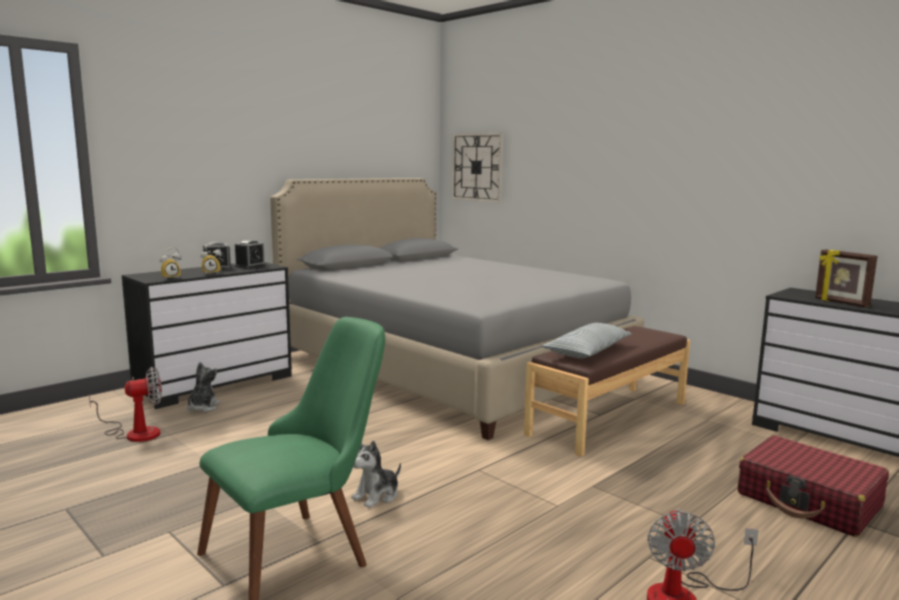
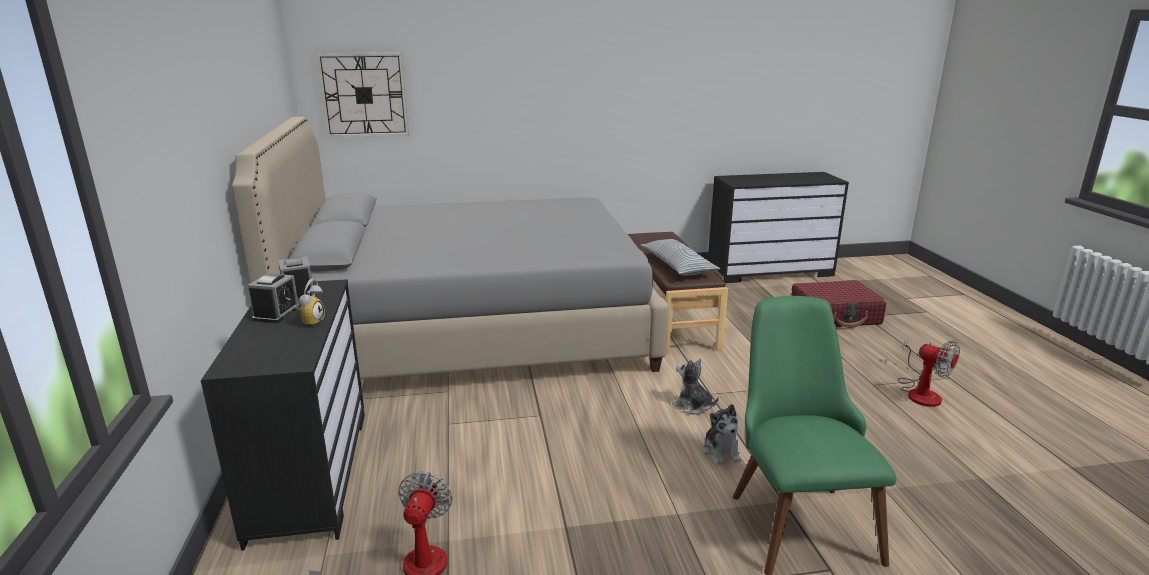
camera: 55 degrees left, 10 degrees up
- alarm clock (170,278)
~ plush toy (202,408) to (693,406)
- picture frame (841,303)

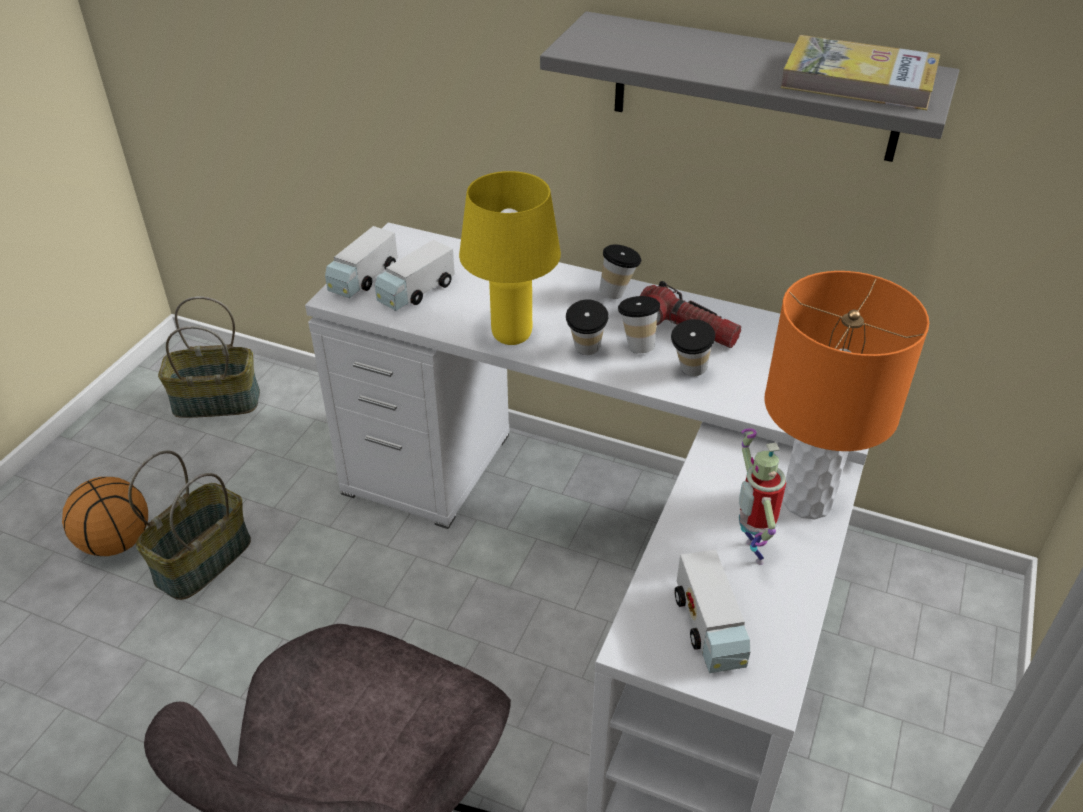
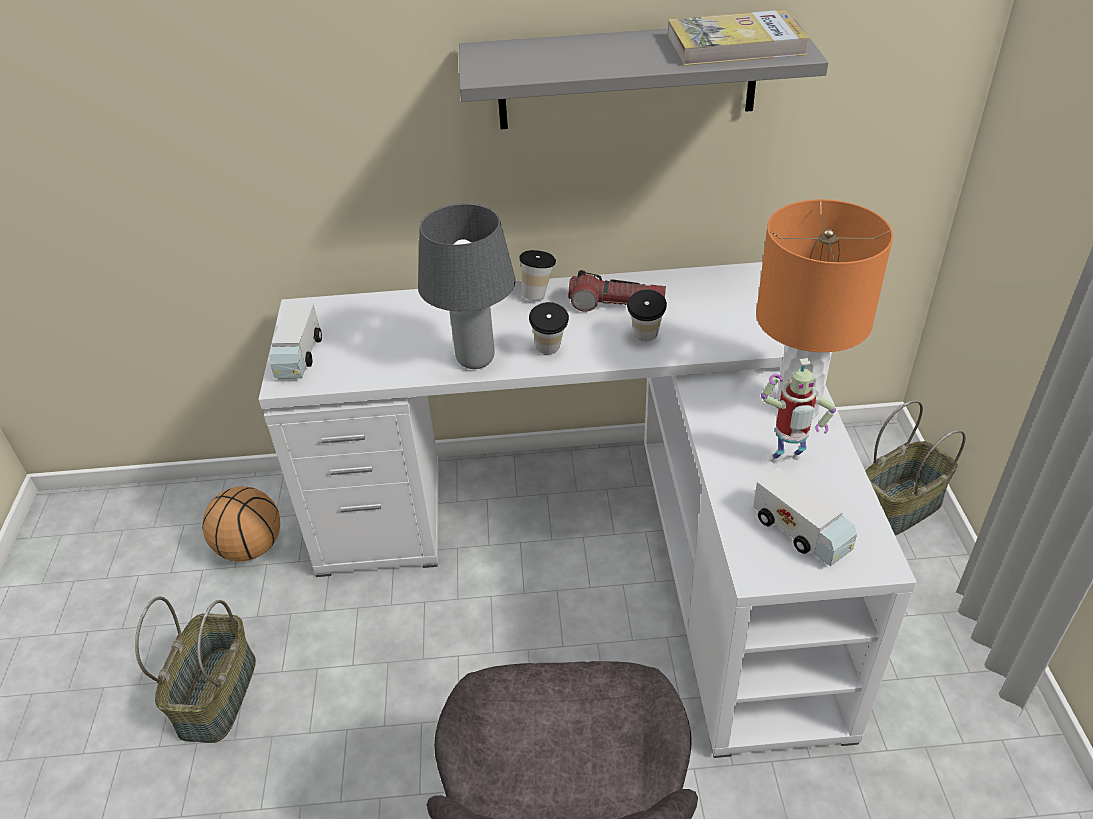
camera: 25 degrees left, 0 degrees up
~ basketball (117,541) to (250,547)
~ basket (215,403) to (899,509)
- toy truck (416,292)
~ yellow table lamp (510,335) to grey table lamp (474,360)
- cup (636,344)
~ toy robot (749,552) = (786,462) 60 degrees counterclockwise

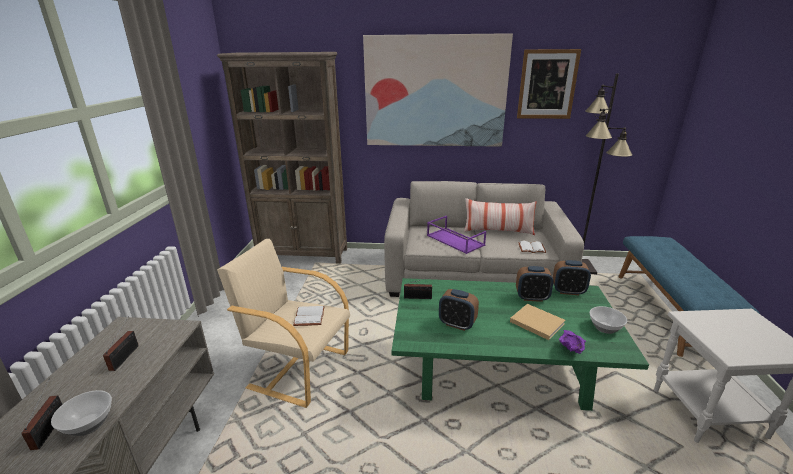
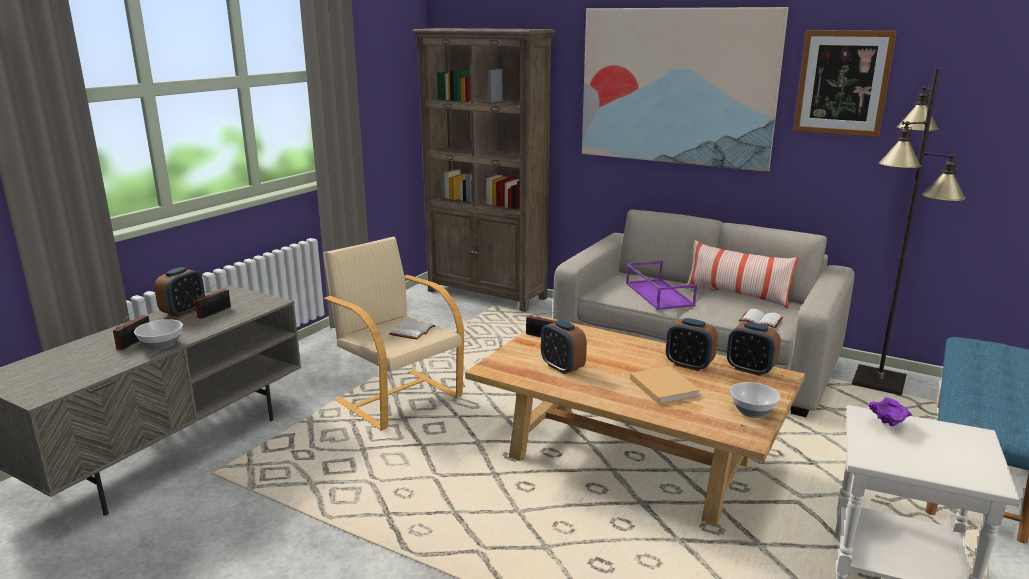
camera: 25 degrees right, 5 degrees down
~ green coffee table (499,372) to beige coffee table (629,459)
~ purple bowl (570,350) to (886,425)
+ alarm clock (184,312)

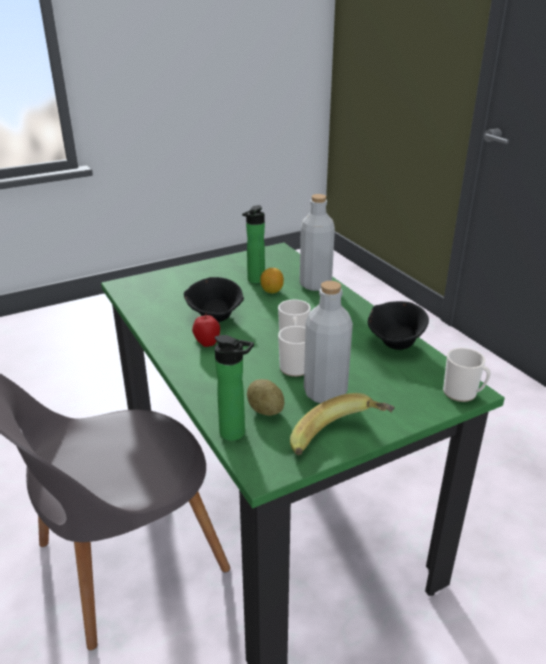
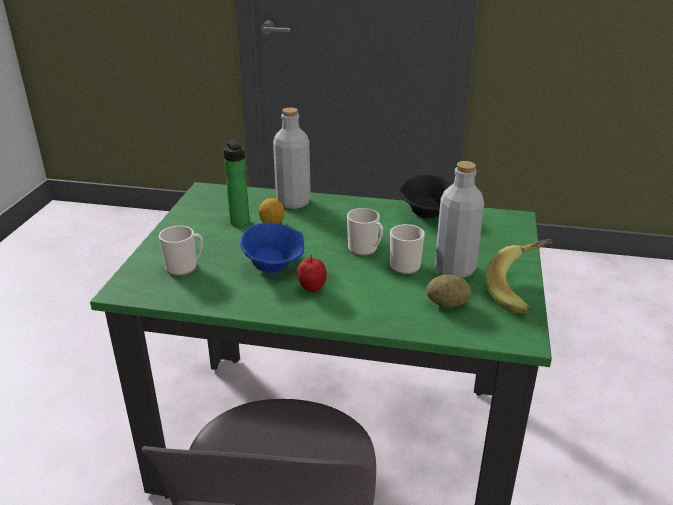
camera: 50 degrees left, 0 degrees up
~ black bowl (216,317) to blue bowl (274,267)
- bottle (236,434)
~ mug (463,394) to (185,267)

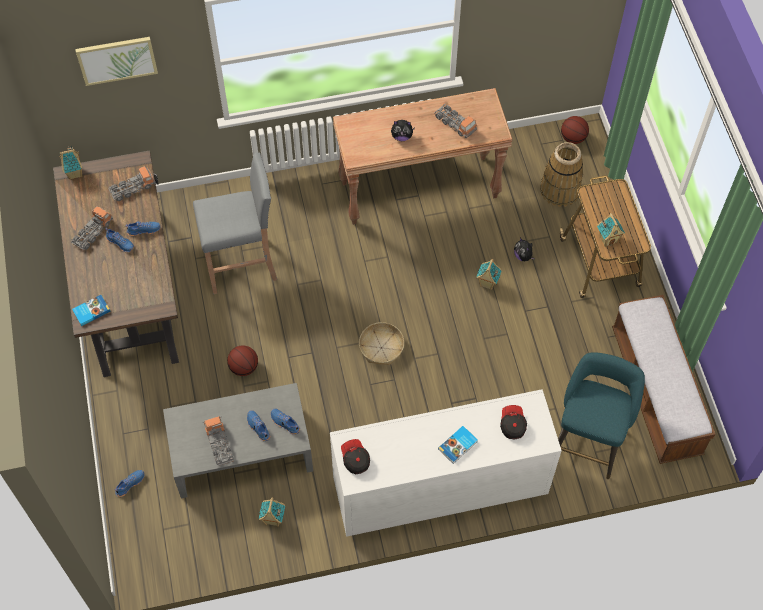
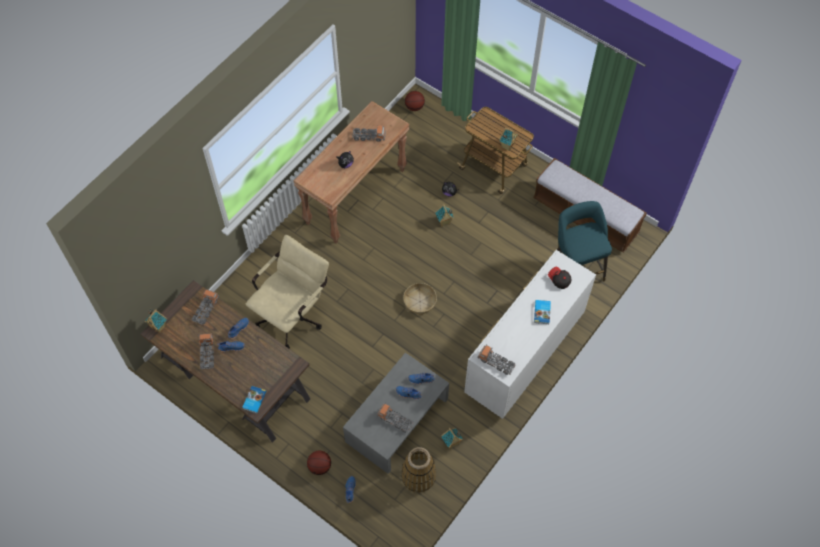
camera: 40 degrees left, 0 degrees up
- picture (117,60)
~ grey stool (242,265) to beige office chair (293,314)
~ basketball (244,367) to (319,466)
~ cap (355,459) to toy truck (496,362)
~ basket (560,190) to (418,475)

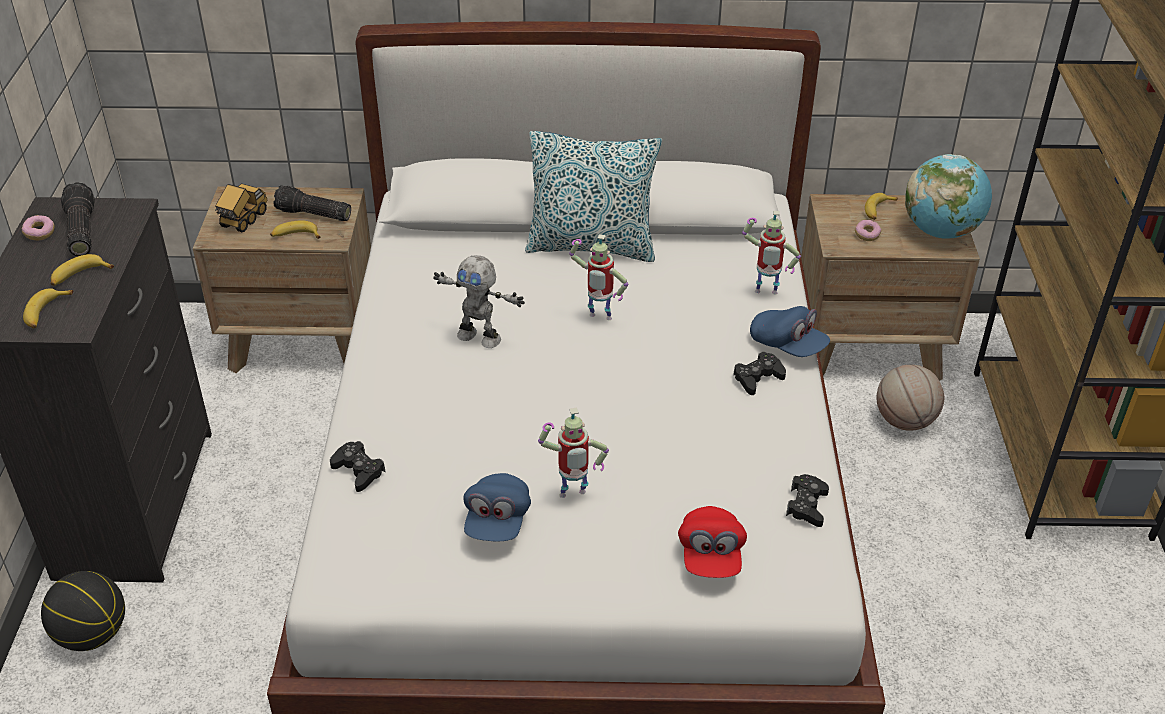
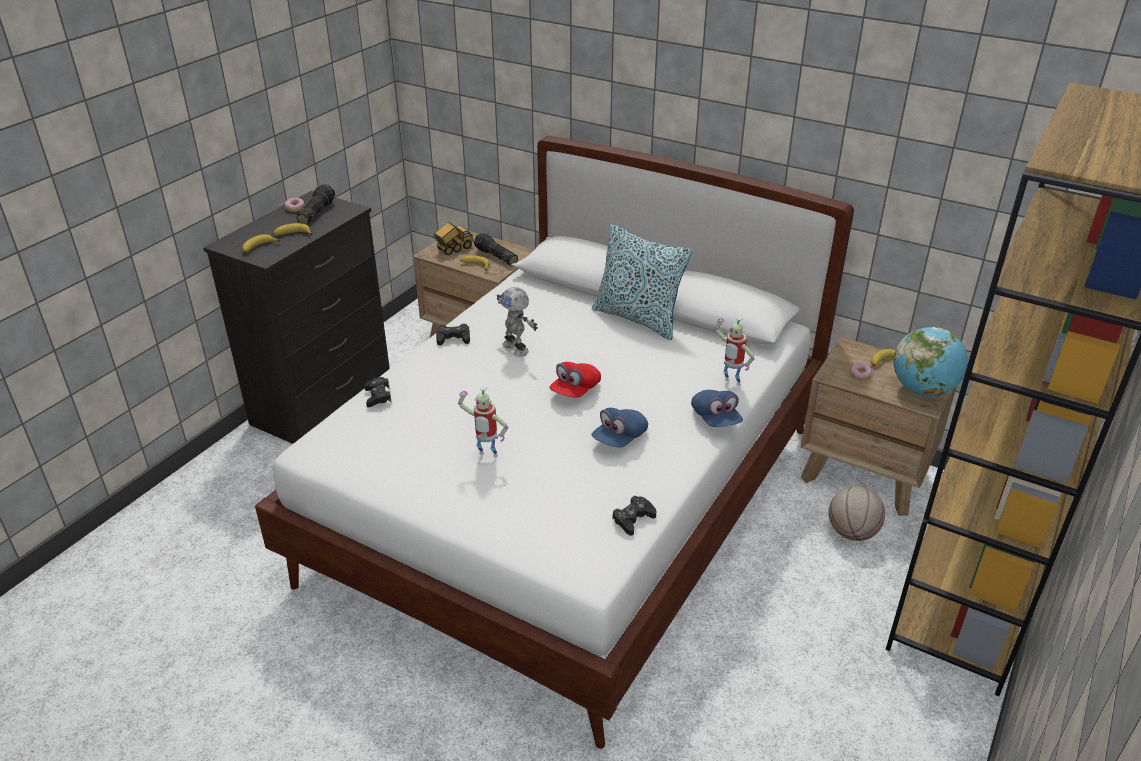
camera: 30 degrees right, 5 degrees down
- basketball (92,634)
~ blue cap (497,521) to (619,438)
- toy robot (599,318)
~ red cap (710,556) to (575,390)
~ black game controller (758,378) to (453,338)

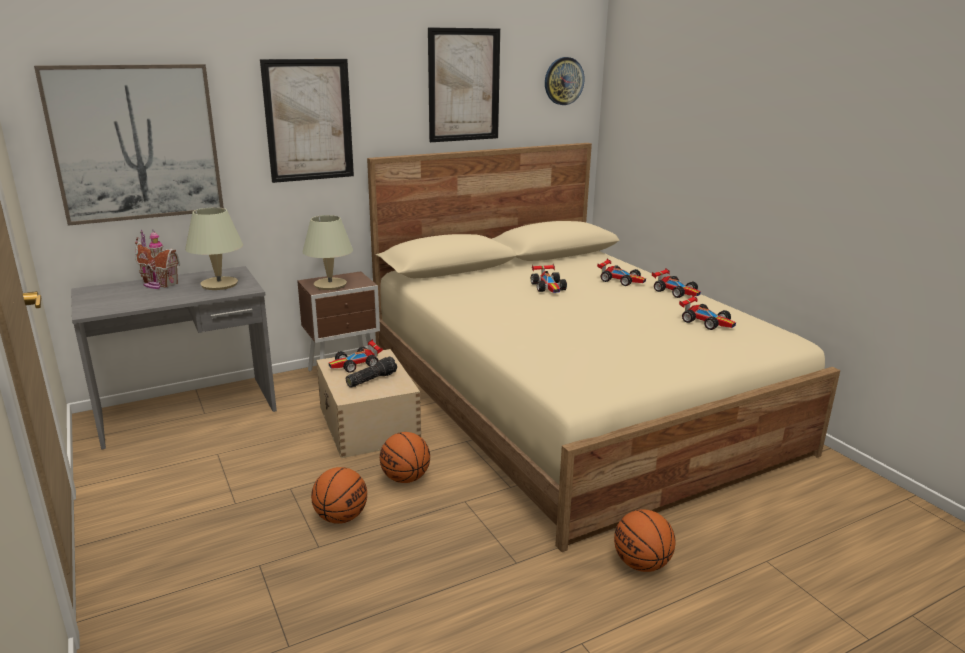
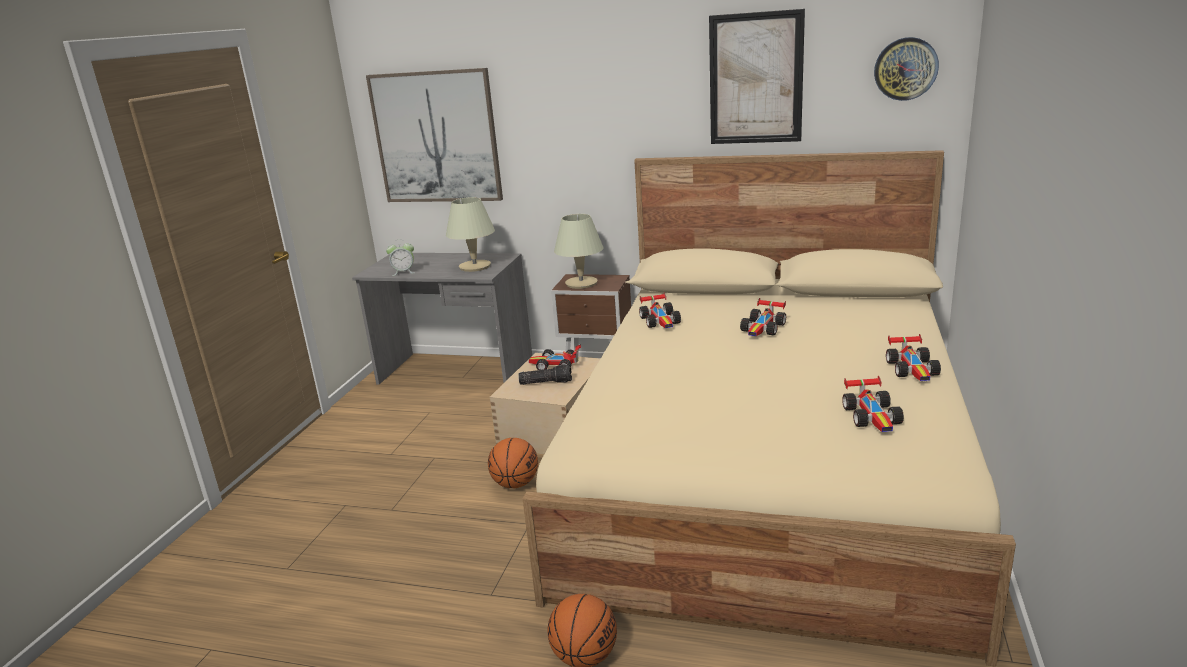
camera: 45 degrees right, 0 degrees up
- toy house (158,284)
- picture (309,120)
- basketball (341,517)
~ toy car (621,280) to (661,320)
+ alarm clock (404,272)

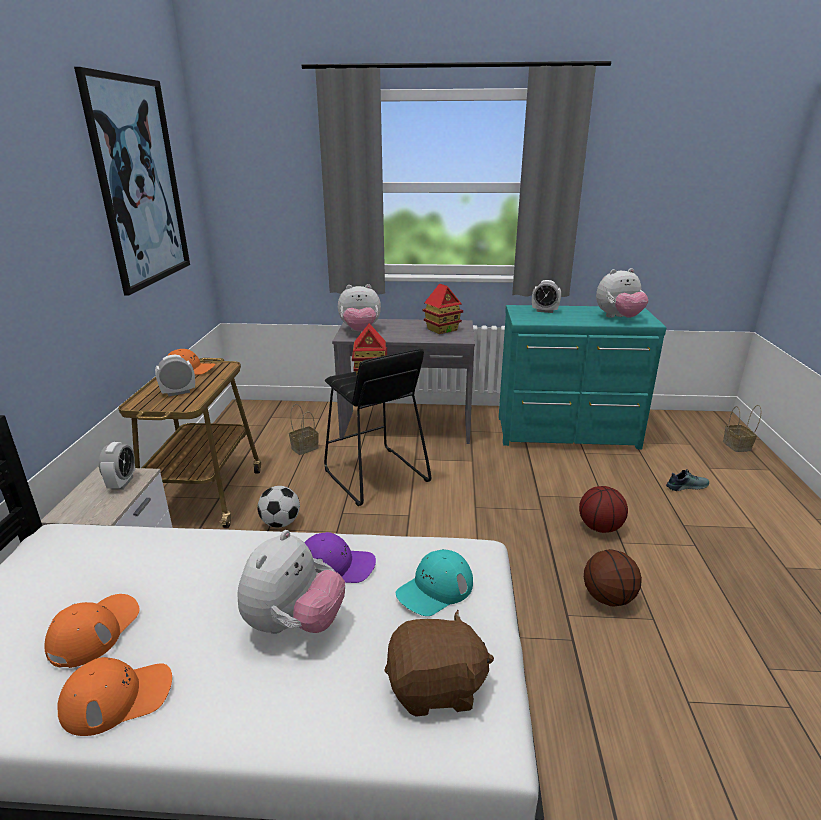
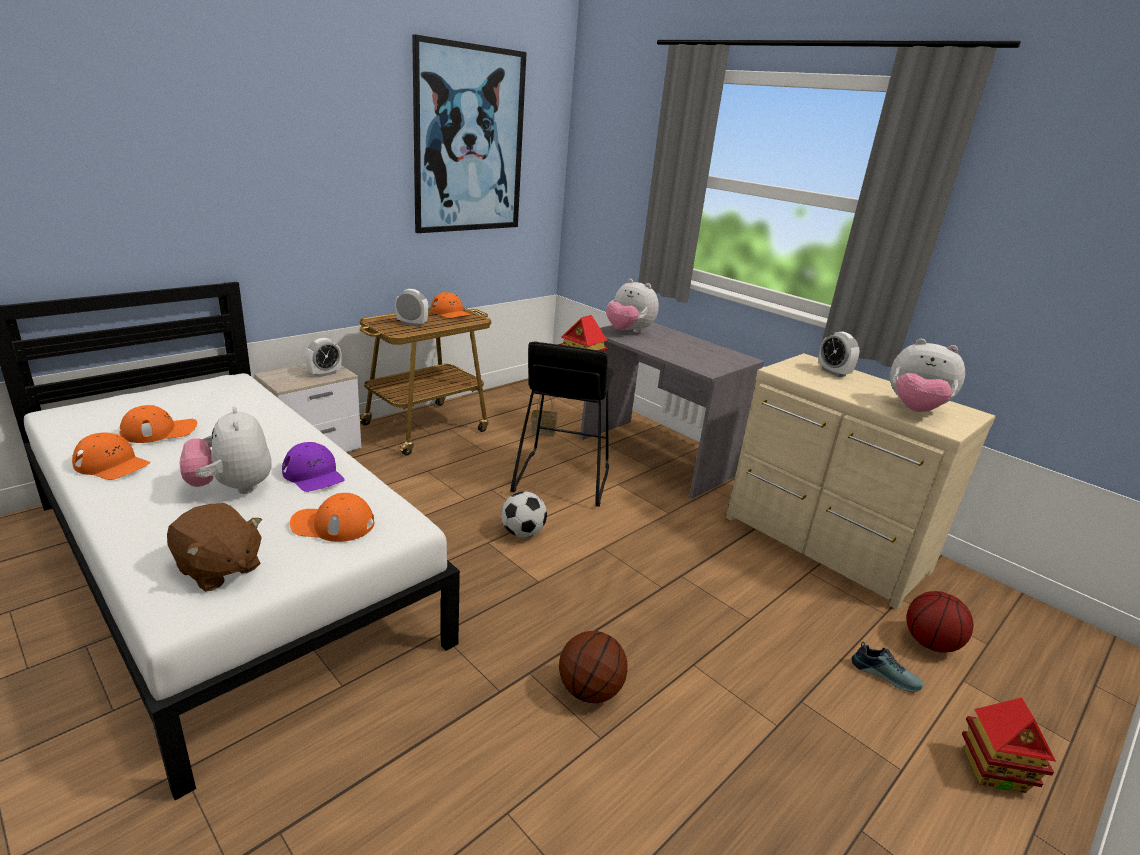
camera: 40 degrees right, 0 degrees up
~ plush toy (294,624) = (232,488) 90 degrees clockwise
~ football (280,523) to (522,533)
~ turquoise cap (435,589) to orange cap (332,524)
~ toy house (442,329) to (994,771)
~ turquoise dresser (568,433) to beige dresser (824,546)
~ basketball (600,528) to (930,643)
- basket (737,446)

